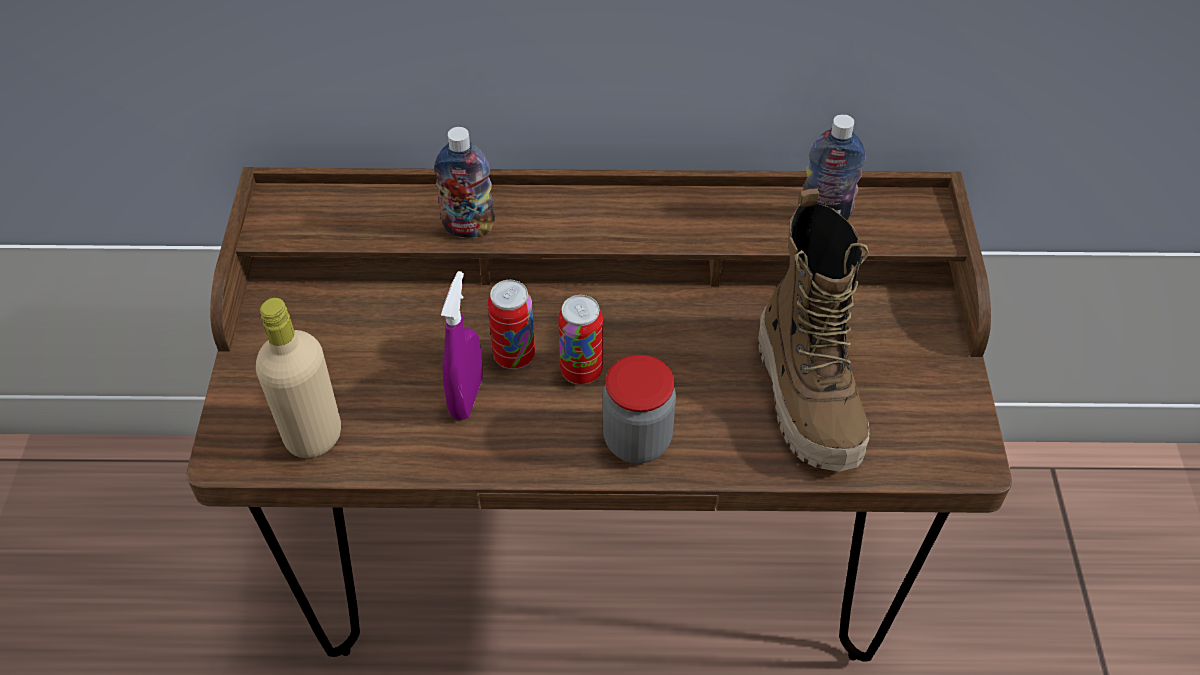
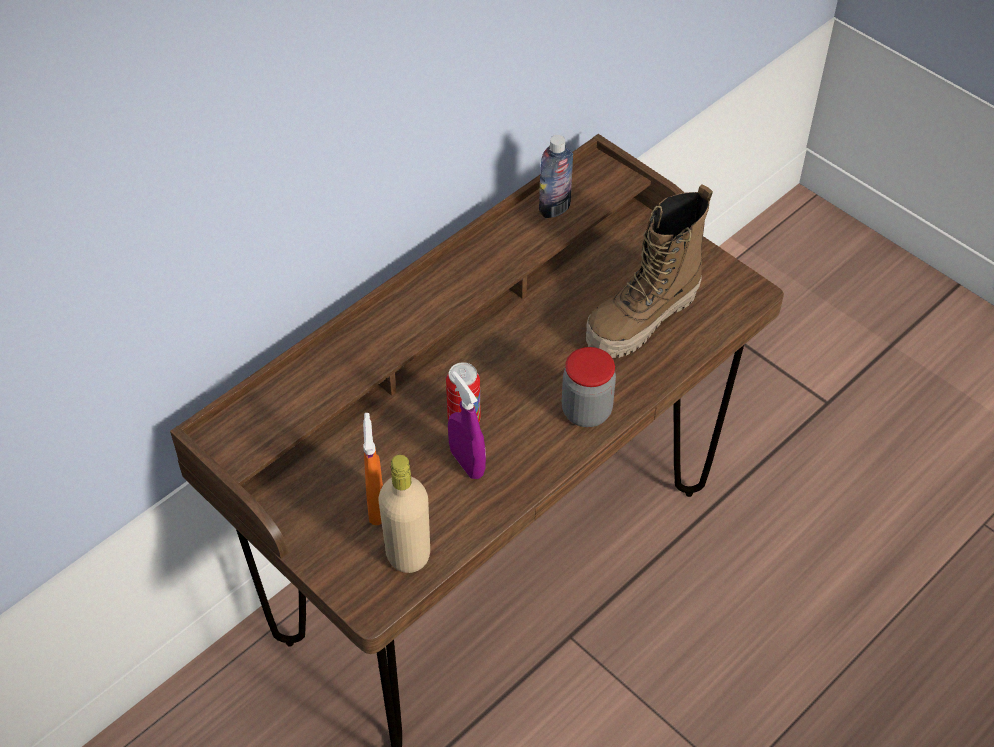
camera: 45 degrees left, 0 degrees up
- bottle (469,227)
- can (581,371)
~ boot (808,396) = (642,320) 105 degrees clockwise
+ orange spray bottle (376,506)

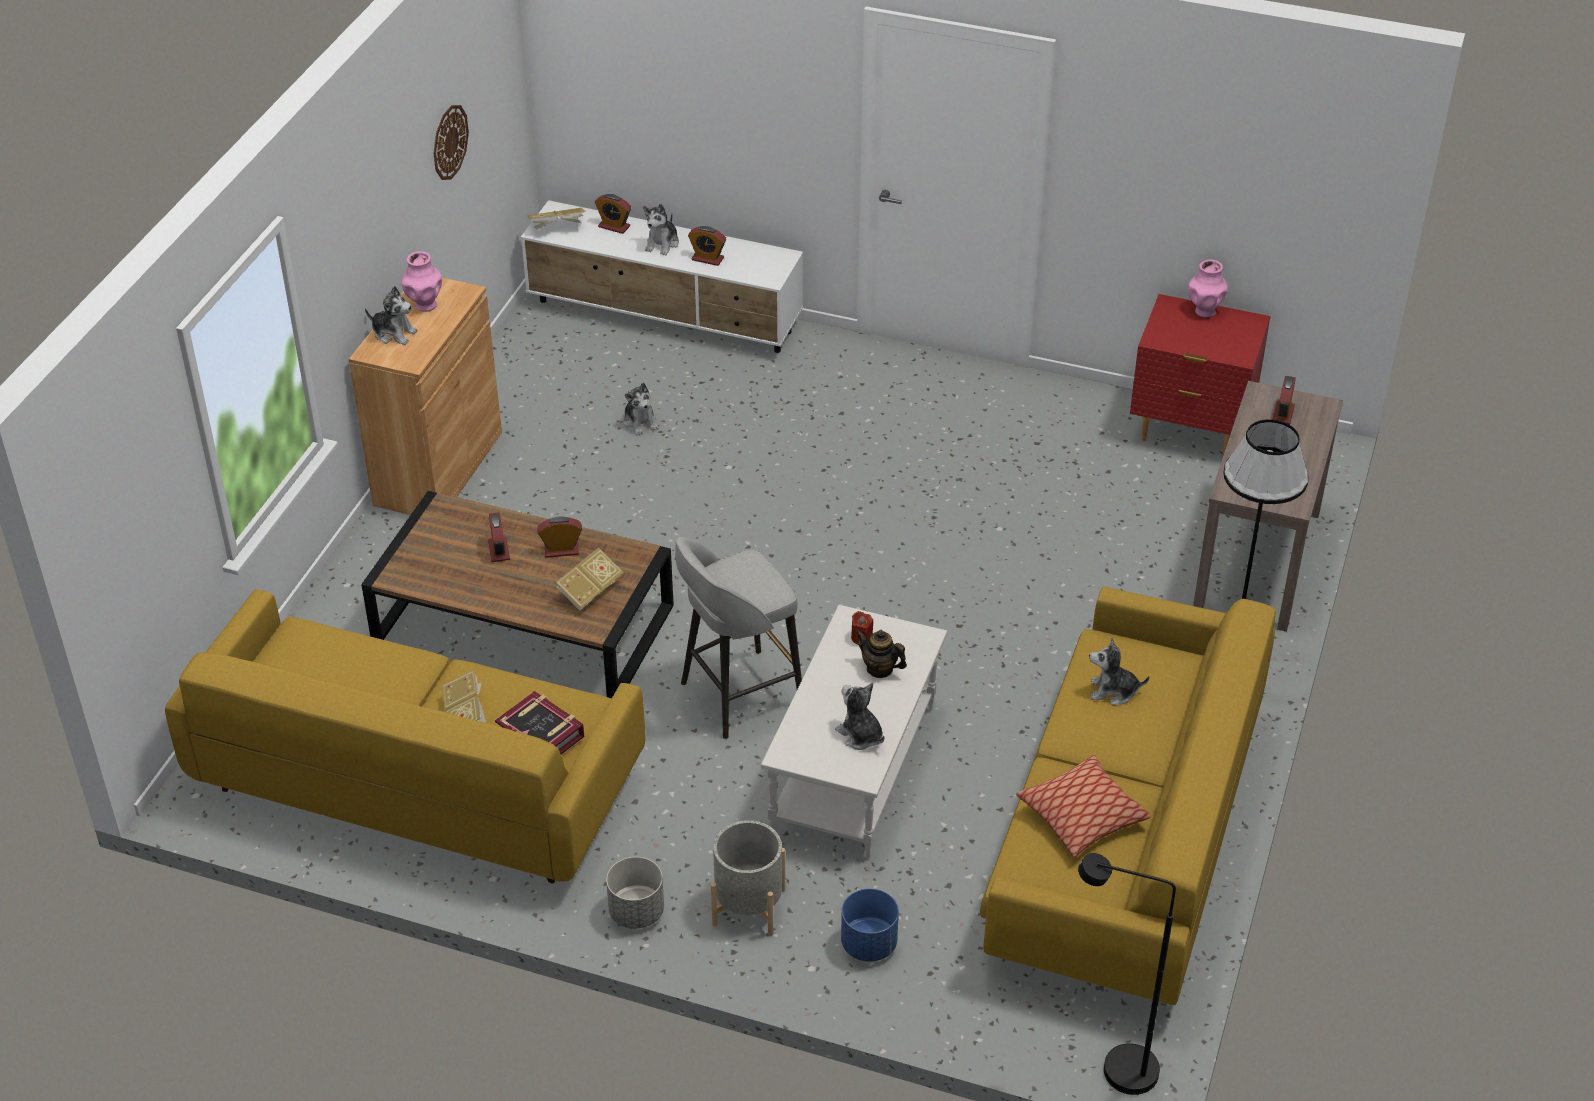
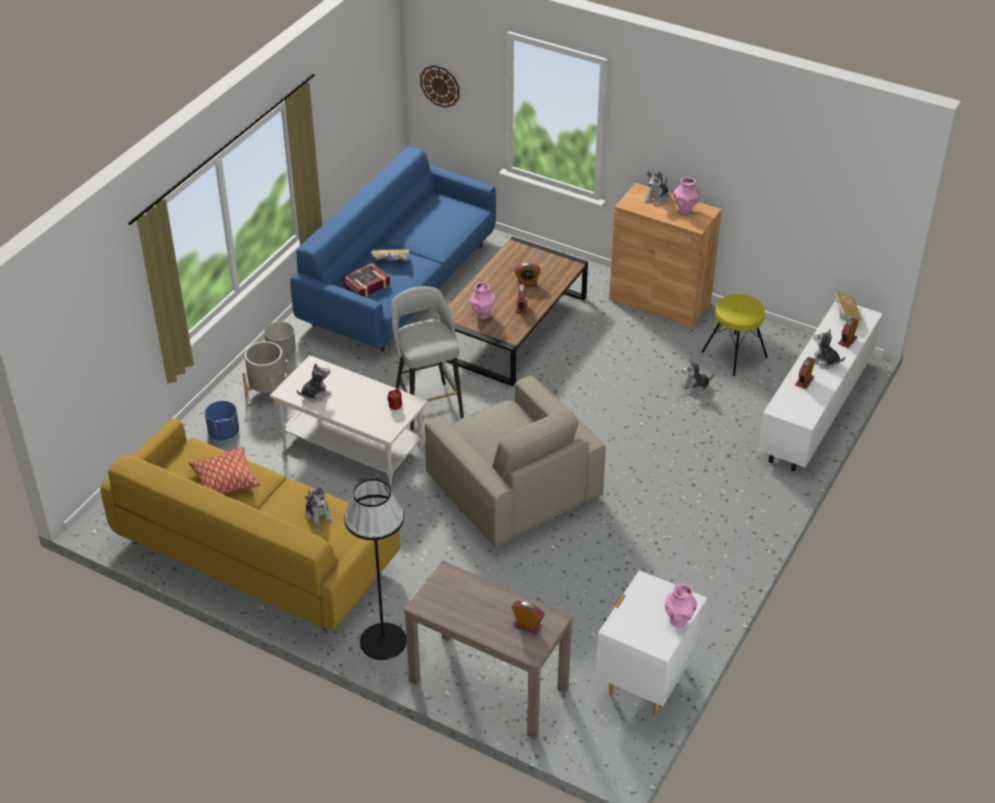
camera: 100 degrees right, 0 degrees up
~ yellow sofa (418,780) to blue sofa (401,284)
~ wall clock (449,142) to (440,86)
~ book (589,591) to pink vase (482,315)
- teapot (880,669)
- black floor lamp (1114,1069)
~ plush toy (1113,691) = (318,514) 135 degrees clockwise
~ red nightstand (1190,431) to white nightstand (646,680)
+ beige armchair (512,485)
+ yellow stool (734,355)

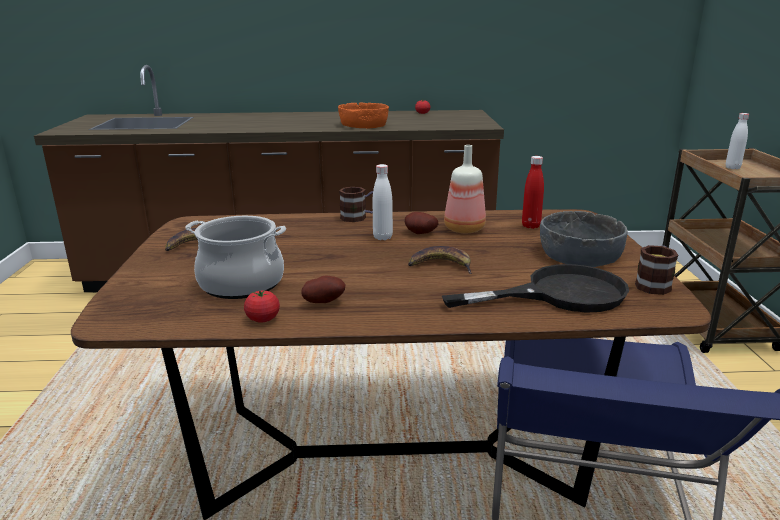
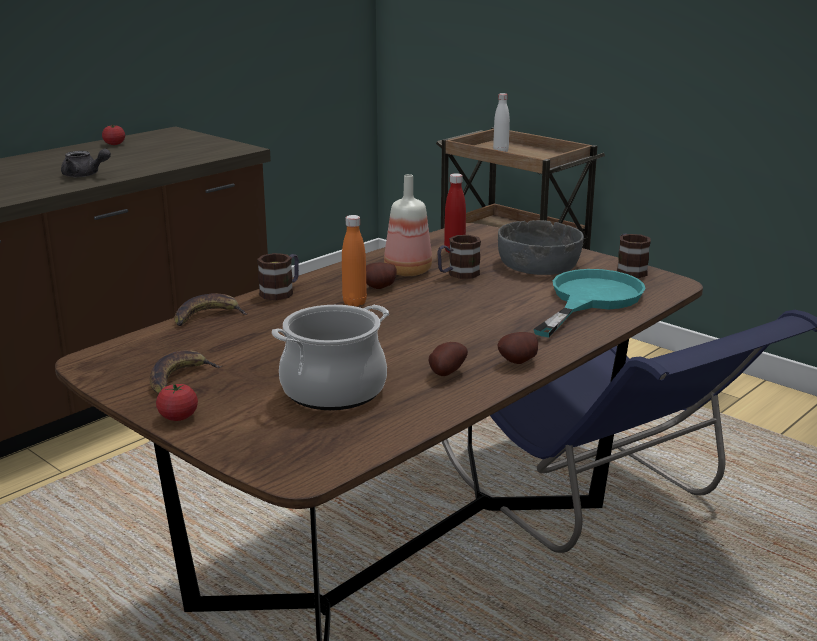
camera: 45 degrees left, 0 degrees up
~ tomato (263,319) to (178,417)
~ orange bowl (364,125) to grey teapot (85,175)
~ white bottle (382,237) to orange bottle (354,303)
~ banana (441,265) to (207,316)
~ black frying pan (559,294) to turquoise frying pan (590,299)
+ mug (458,274)
+ potato (519,362)

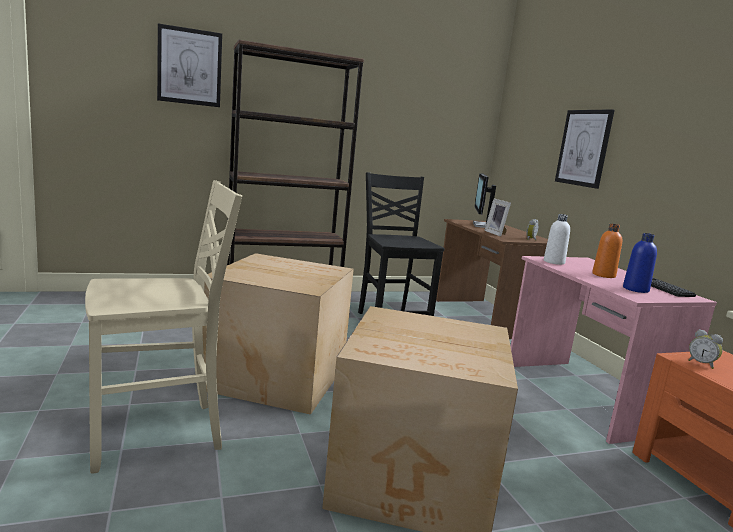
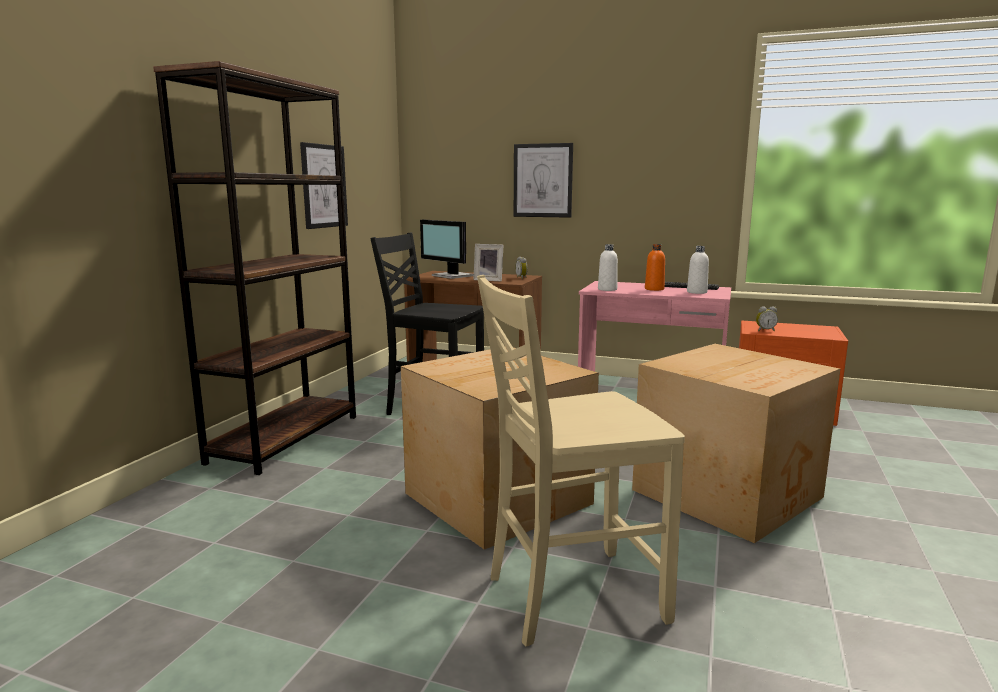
camera: 50 degrees left, 0 degrees up
~ beige chair (159,434) = (570,596) 120 degrees counterclockwise
~ picture (189,67) to (324,186)
~ blue bottle (635,289) to white bottle (697,292)

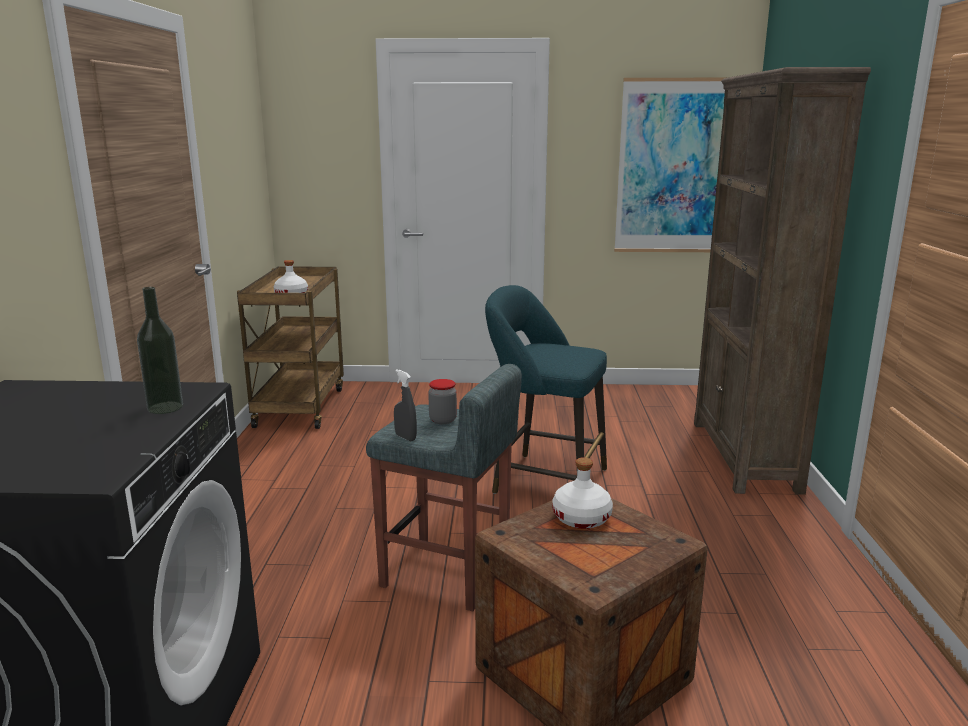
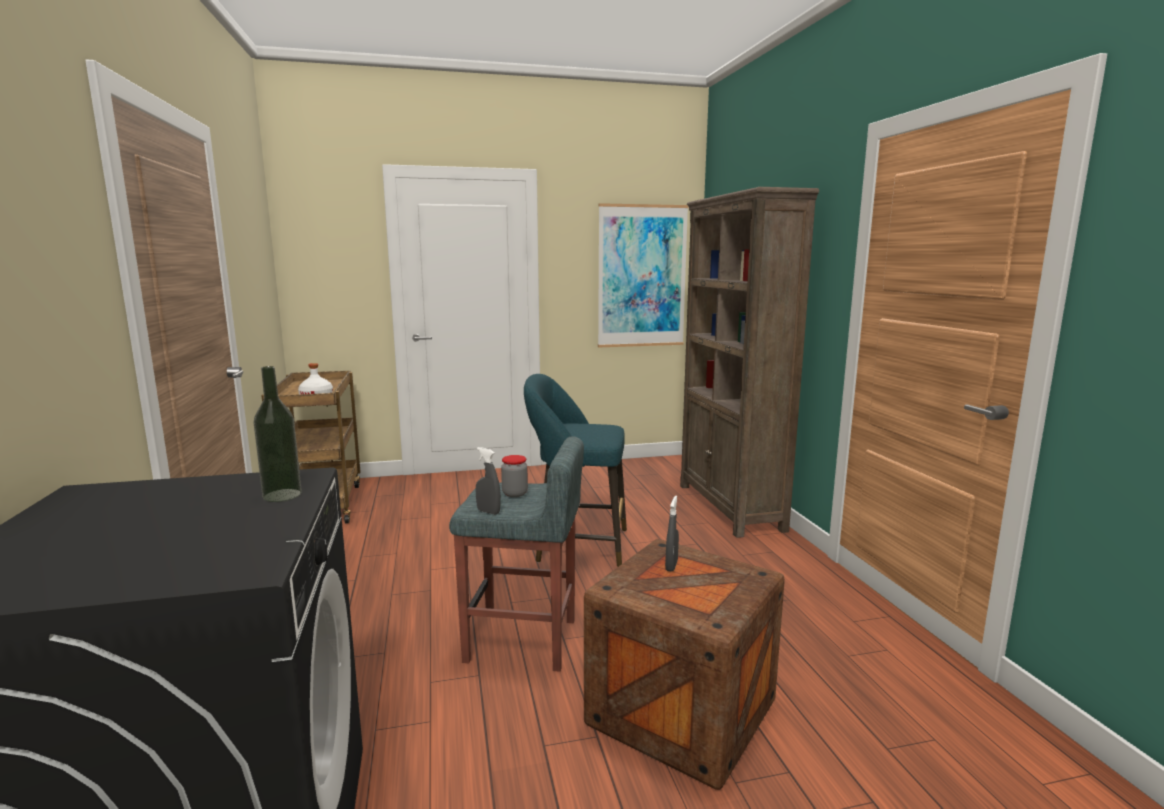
camera: 15 degrees left, 5 degrees down
~ white bottle (582,518) to grey spray bottle (671,566)

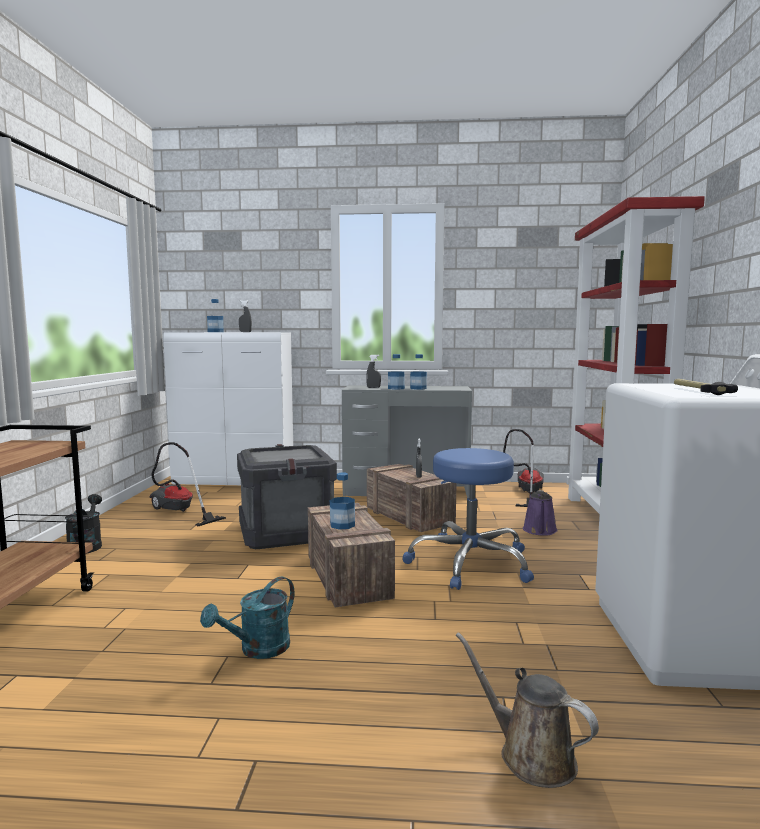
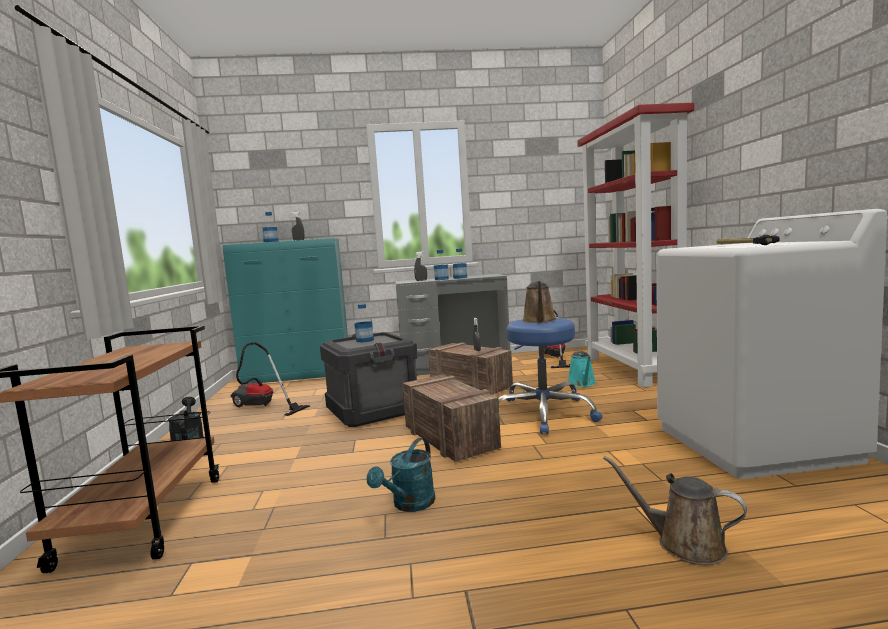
camera: 10 degrees left, 0 degrees up
~ white cabinet (235,482) to turquoise cabinet (299,377)
~ bottle (342,525) to (365,340)
~ purple watering can (540,531) to turquoise watering can (582,383)
+ brown watering can (539,321)

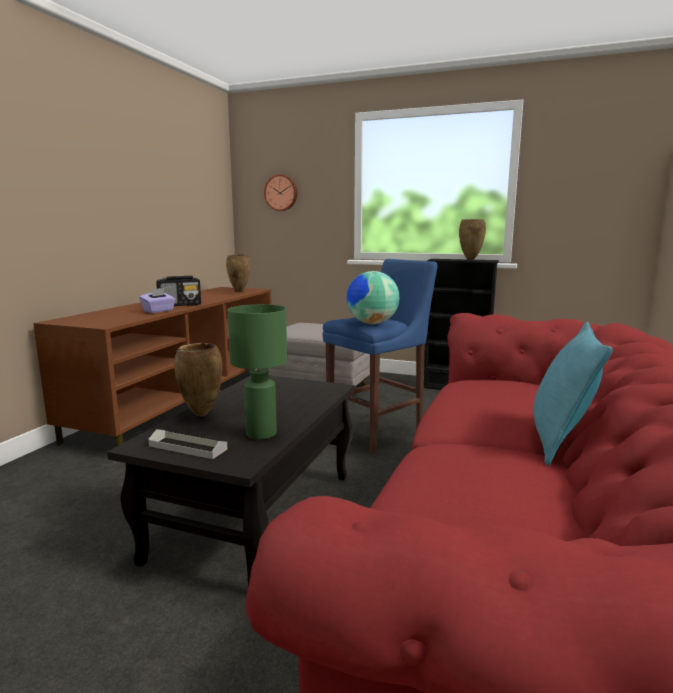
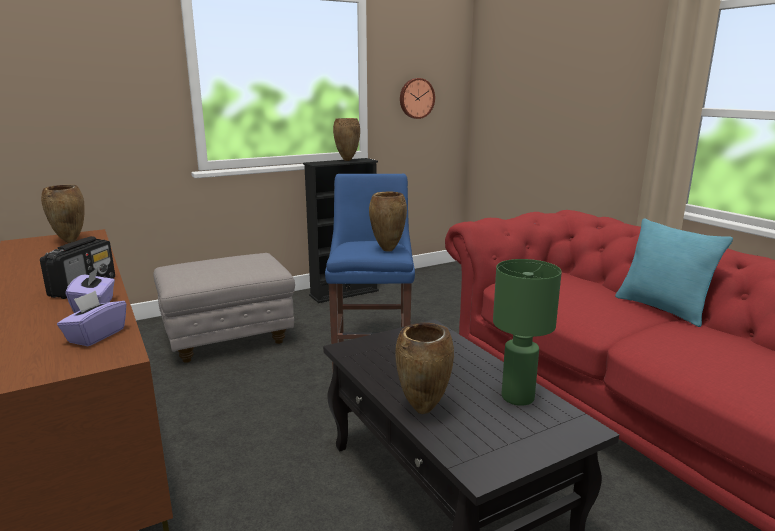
camera: 50 degrees left, 5 degrees up
- grey tray (187,447)
~ wall clock (281,193) to (416,98)
~ globe (372,323) to brown vase (387,250)
+ purple tissue box (96,336)

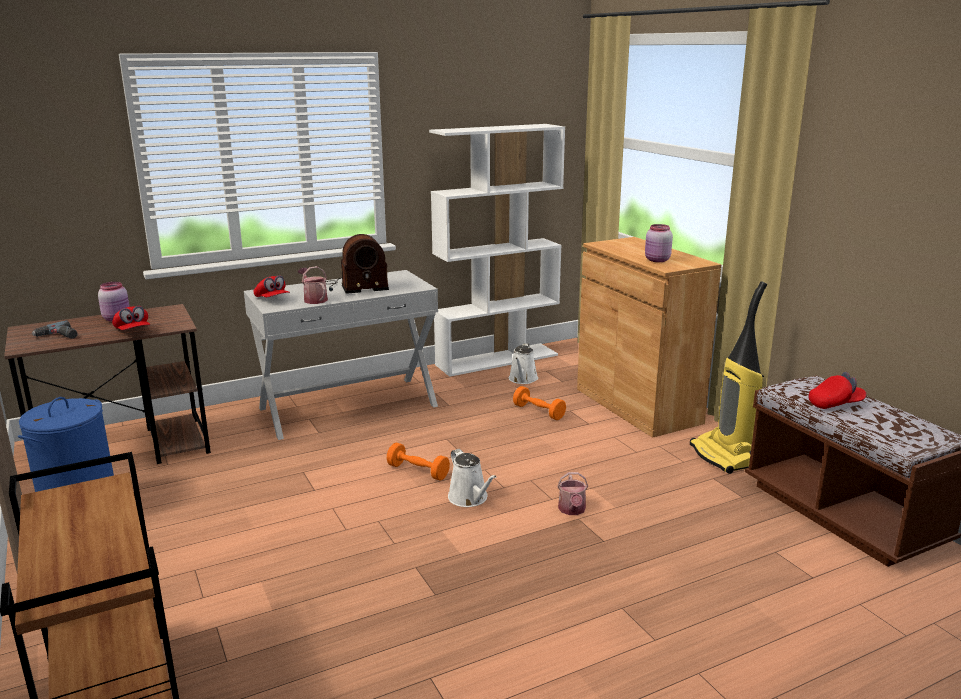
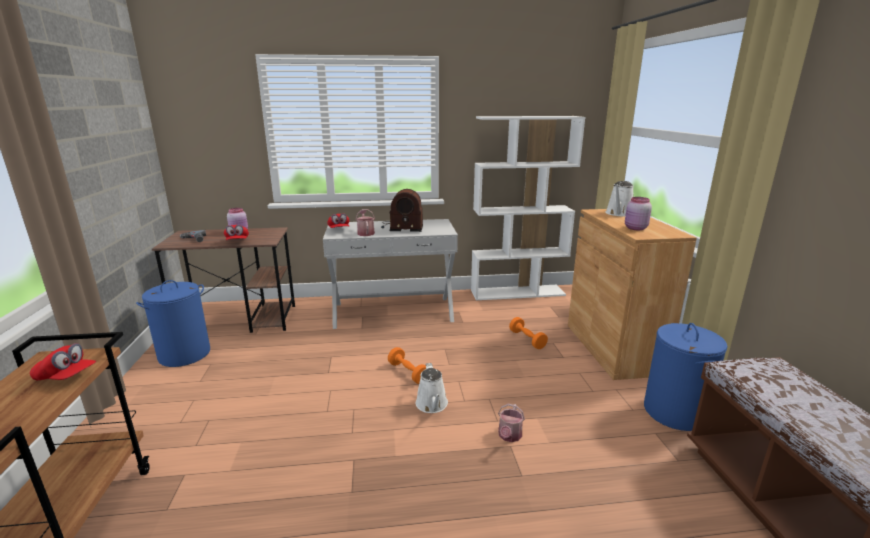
camera: 20 degrees right, 0 degrees up
~ white watering can (522,379) to (619,214)
~ vacuum cleaner (724,456) to blue laundry basket (675,412)
~ red cap (835,404) to (66,377)

